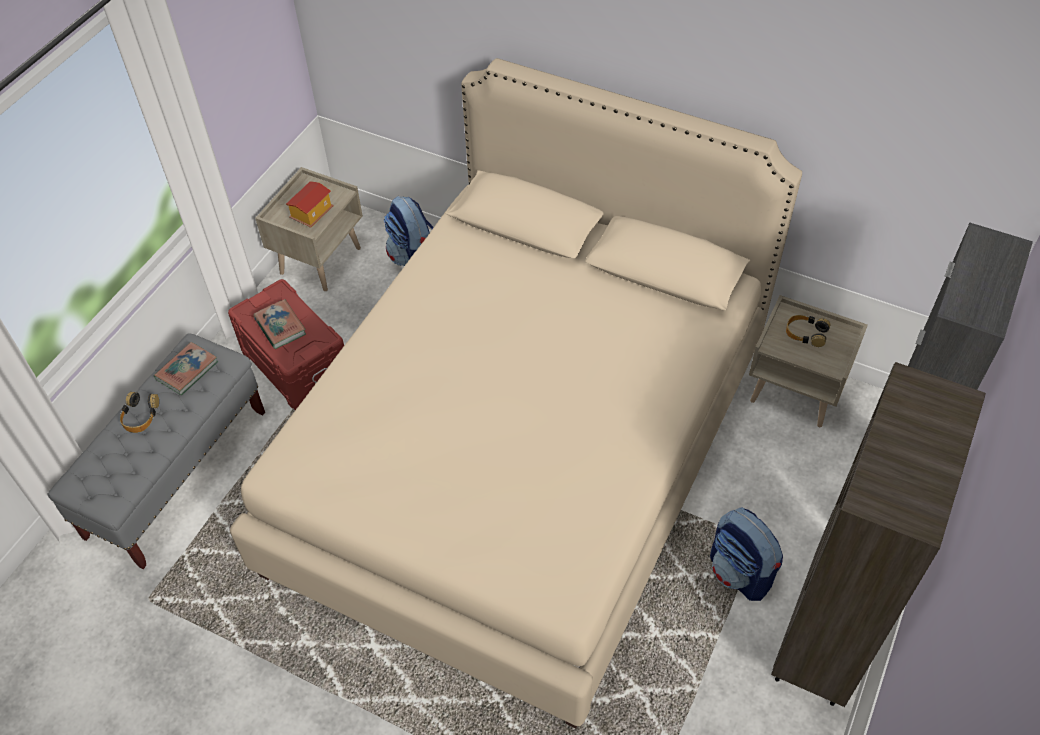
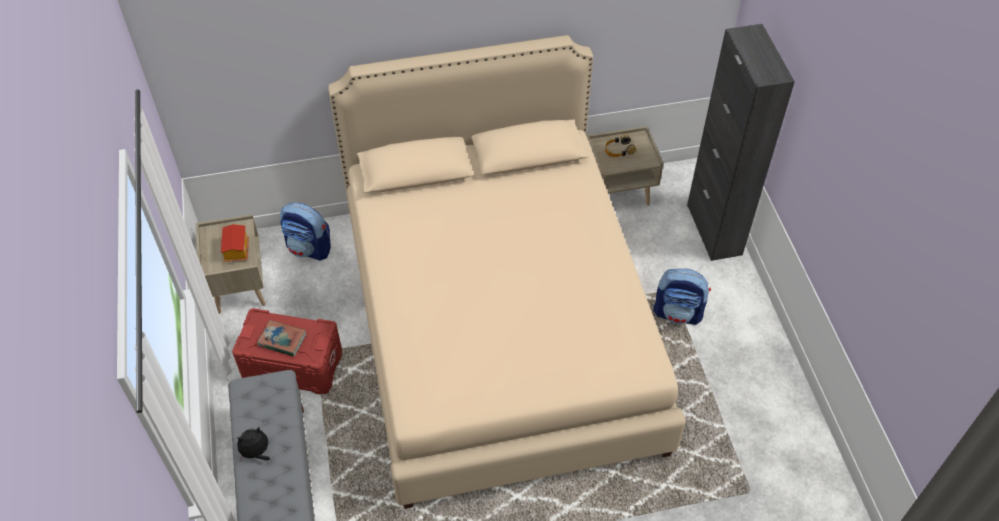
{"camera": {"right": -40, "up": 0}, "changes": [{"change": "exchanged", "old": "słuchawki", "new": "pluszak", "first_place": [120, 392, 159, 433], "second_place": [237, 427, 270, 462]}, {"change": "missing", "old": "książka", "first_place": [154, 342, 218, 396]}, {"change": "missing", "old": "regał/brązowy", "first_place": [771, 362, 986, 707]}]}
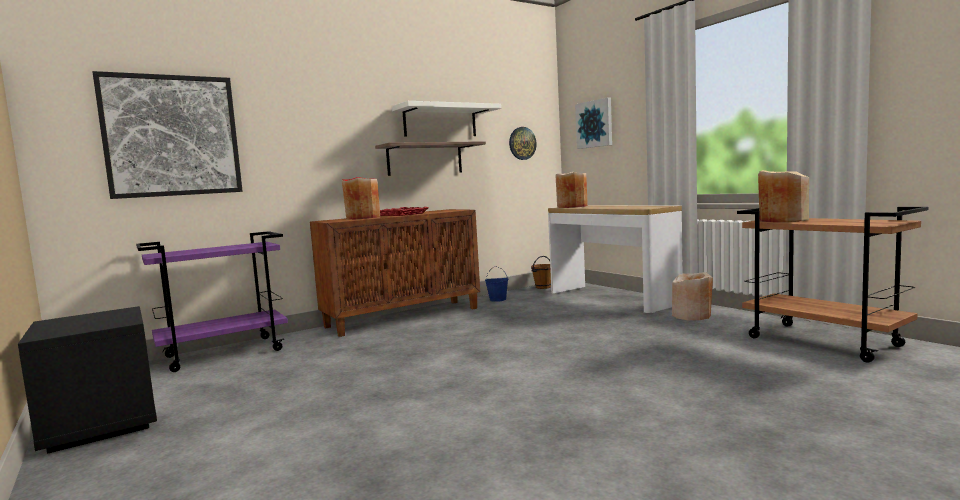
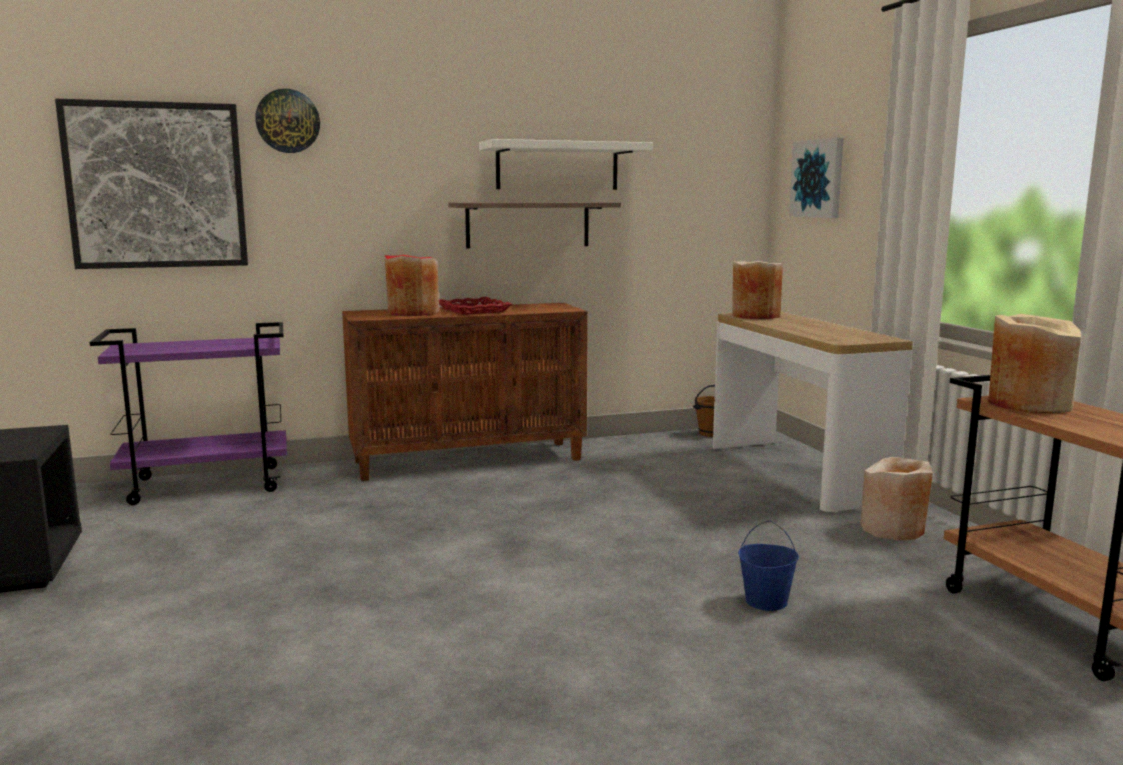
{"camera": {"right": 15, "up": 5}, "changes": [{"change": "relocated", "old": "wiadro/niebieski", "first_place": [485, 266, 508, 302], "second_place": [738, 520, 799, 611]}, {"change": "relocated", "old": "zegar ścienny", "first_place": [509, 127, 537, 160], "second_place": [255, 89, 320, 153]}]}
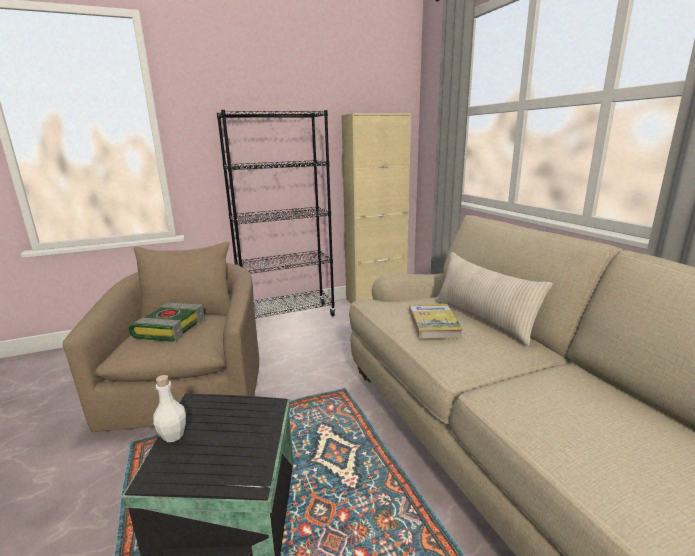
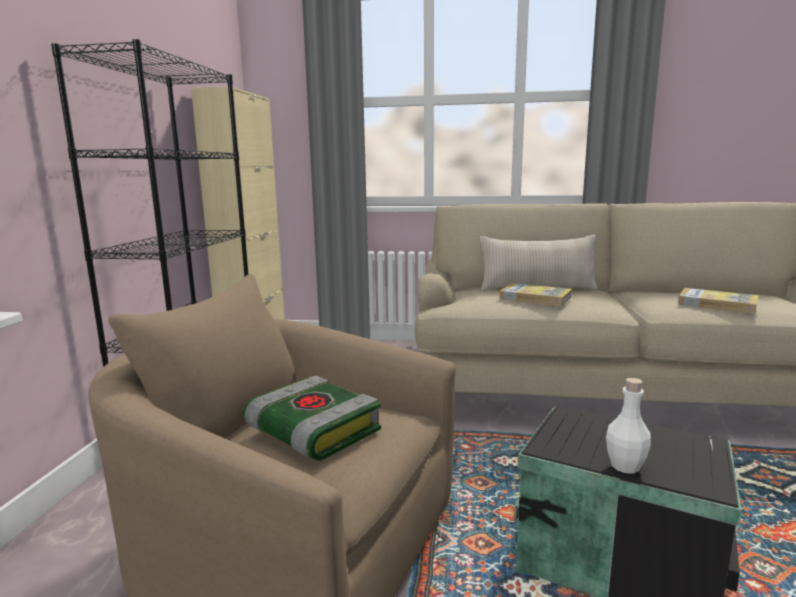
{"camera": {"right": -60, "up": -5}, "changes": [{"change": "appeared", "new": "książka", "second_place": [678, 288, 758, 314]}]}
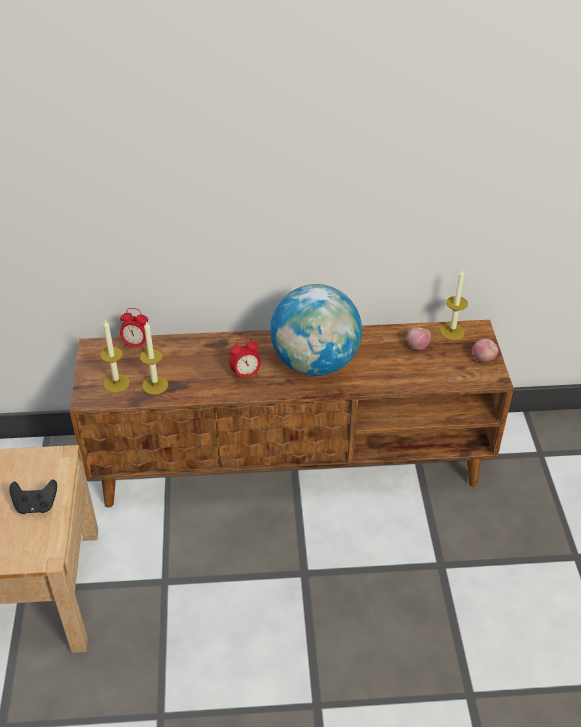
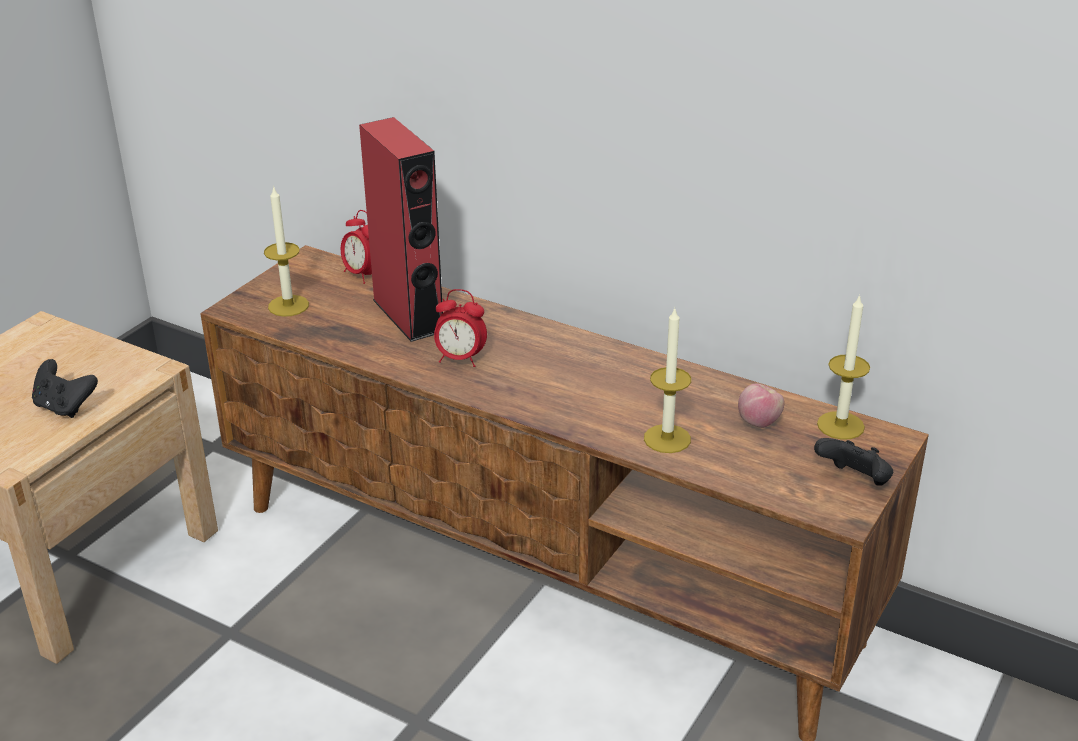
{"camera": {"right": 35, "up": -10}, "changes": [{"change": "relocated", "old": "świeca", "first_place": [140, 322, 168, 395], "second_place": [644, 308, 691, 453]}, {"change": "missing", "old": "globus", "first_place": [270, 284, 362, 376]}, {"change": "exchanged", "old": "jabłko", "new": "pad do gier/czarny", "first_place": [473, 339, 498, 362], "second_place": [814, 438, 893, 486]}, {"change": "appeared", "new": "głośnik/czerwony", "second_place": [359, 117, 443, 342]}]}
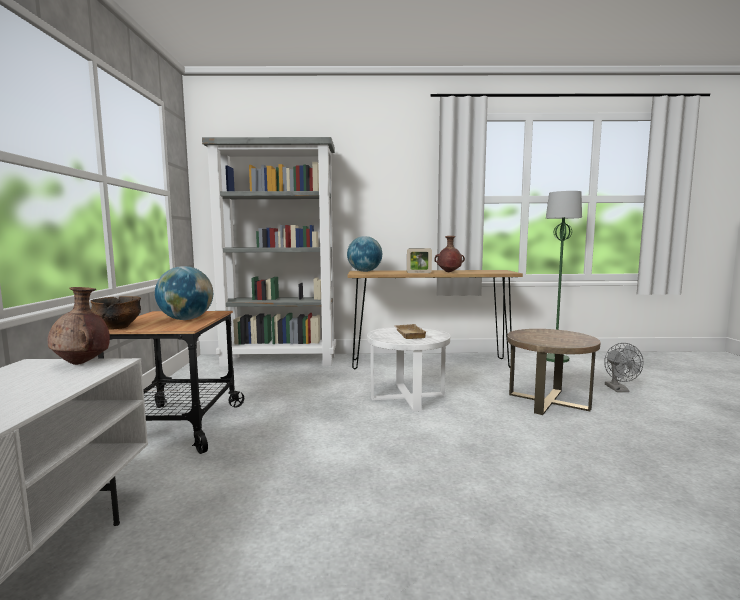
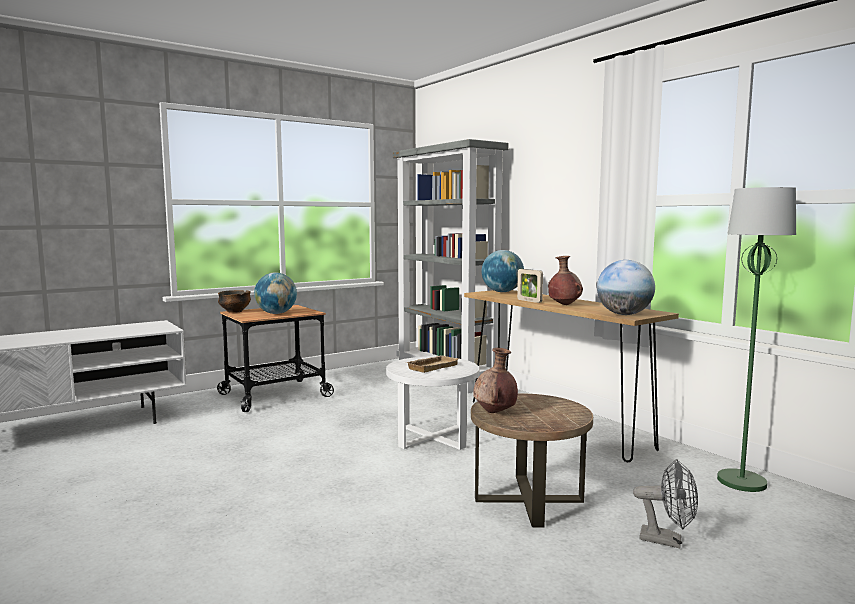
{"camera": {"right": 55, "up": 0}, "changes": [{"change": "relocated", "old": "wazon/brązowy", "first_place": [48, 287, 110, 365], "second_place": [473, 348, 518, 413]}, {"change": "spun", "old": "wentylator/szary", "first_place": [604, 343, 644, 392], "second_place": [633, 459, 698, 548], "degrees": -120}, {"change": "appeared", "new": "globus", "second_place": [597, 260, 655, 315]}]}
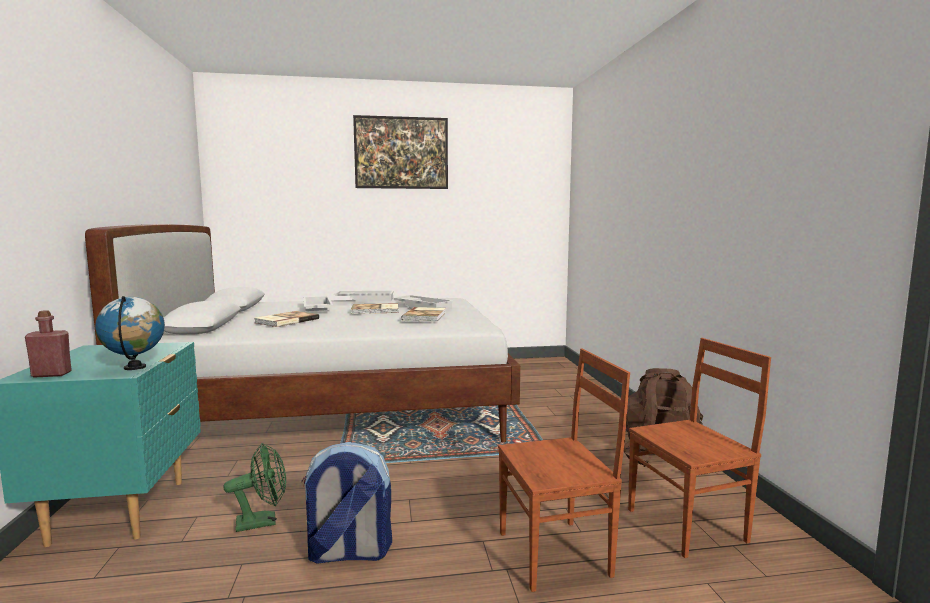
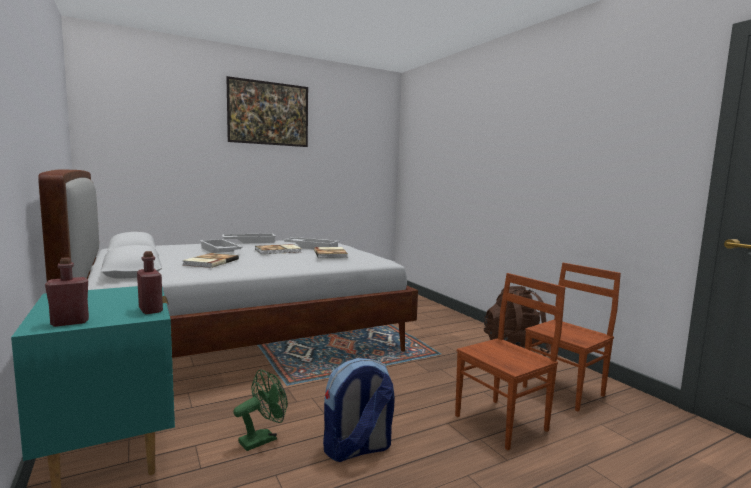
{"camera": {"right": -20, "up": 0}, "changes": [{"change": "exchanged", "old": "globus", "new": "butelka/czerwony", "first_place": [95, 296, 165, 370], "second_place": [137, 251, 163, 314]}]}
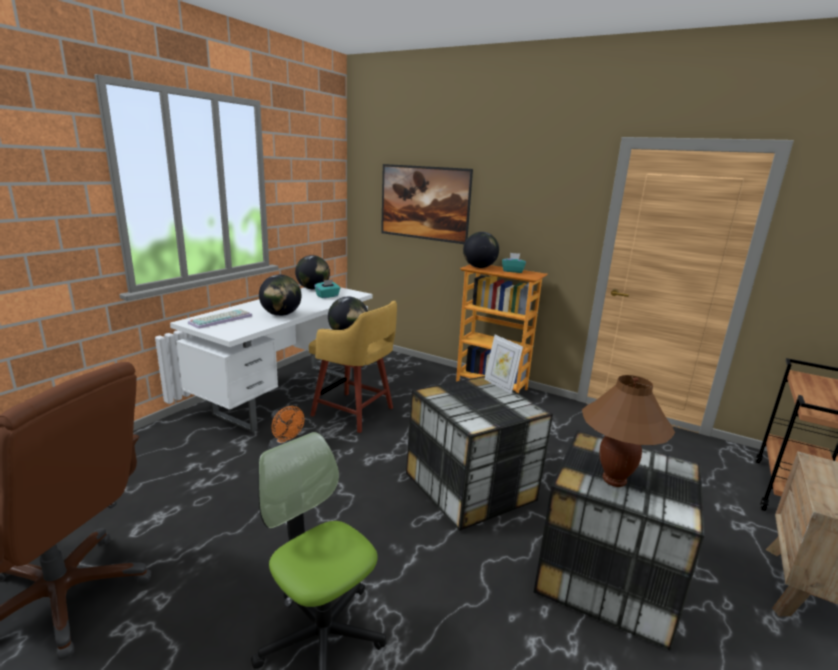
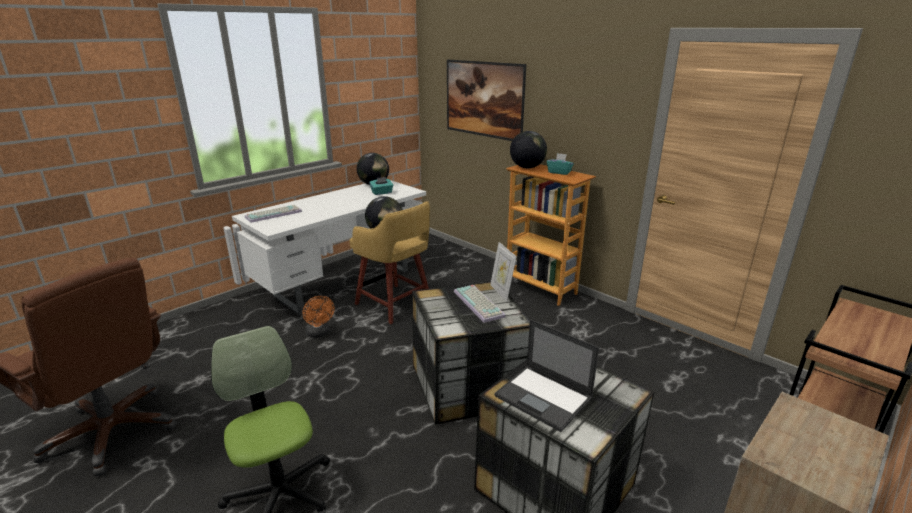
{"camera": {"right": 15, "up": 5}, "changes": [{"change": "missing", "old": "globus", "first_place": [259, 275, 301, 316]}, {"change": "exchanged", "old": "lampa stołowa/brązowy", "new": "laptop", "first_place": [582, 375, 675, 487], "second_place": [494, 319, 599, 432]}, {"change": "appeared", "new": "klawiatura", "second_place": [454, 285, 506, 323]}]}
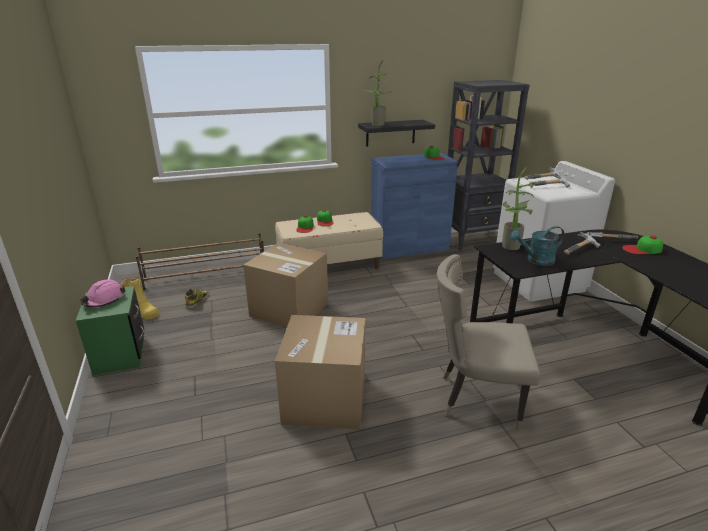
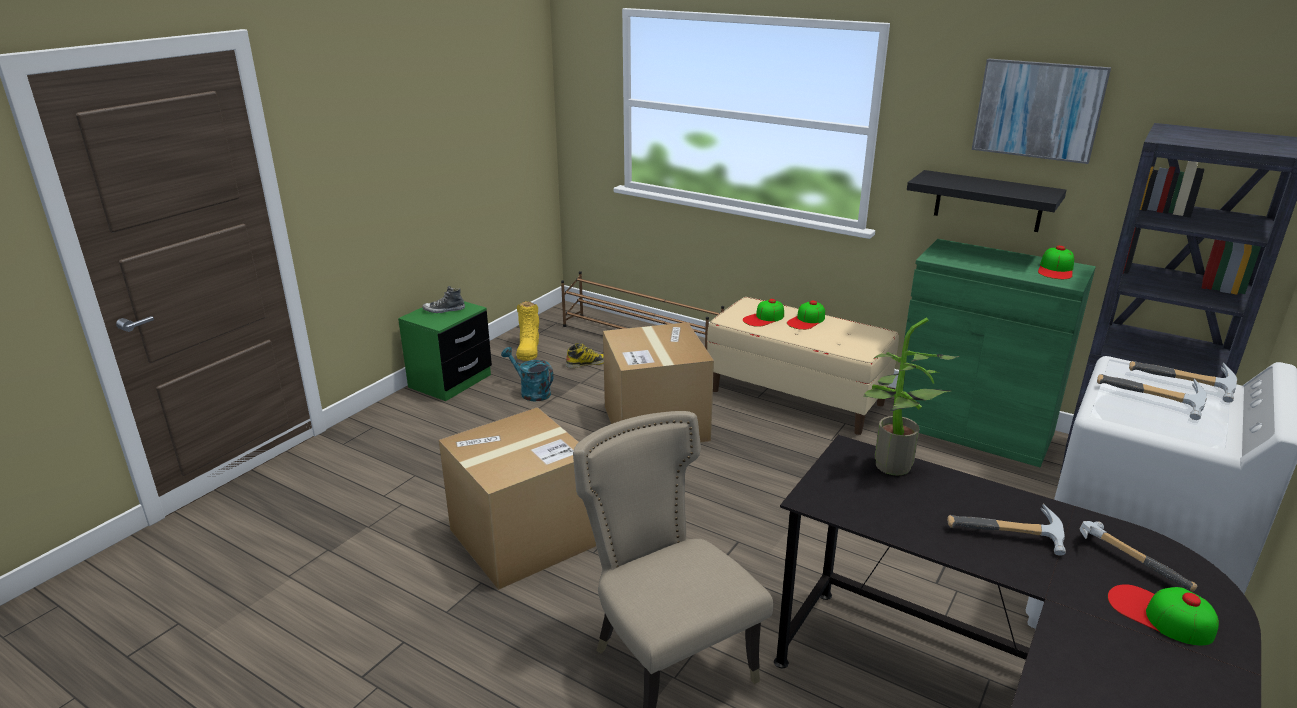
{"camera": {"right": 50, "up": 0}, "changes": [{"change": "exchanged", "old": "kask/różowy", "new": "but", "first_place": [80, 280, 126, 307], "second_place": [422, 286, 465, 313]}, {"change": "missing", "old": "roślina doniczkowa", "first_place": [365, 60, 392, 126]}, {"change": "colour", "old": "szafka/niebieski", "new": "szafka/zielony", "first_place": [371, 153, 458, 259], "second_place": [902, 239, 1096, 468]}, {"change": "relocated", "old": "konewka/turkusowy", "first_place": [510, 226, 564, 266], "second_place": [501, 347, 554, 401]}, {"change": "appeared", "new": "obraz", "second_place": [972, 59, 1111, 164]}]}
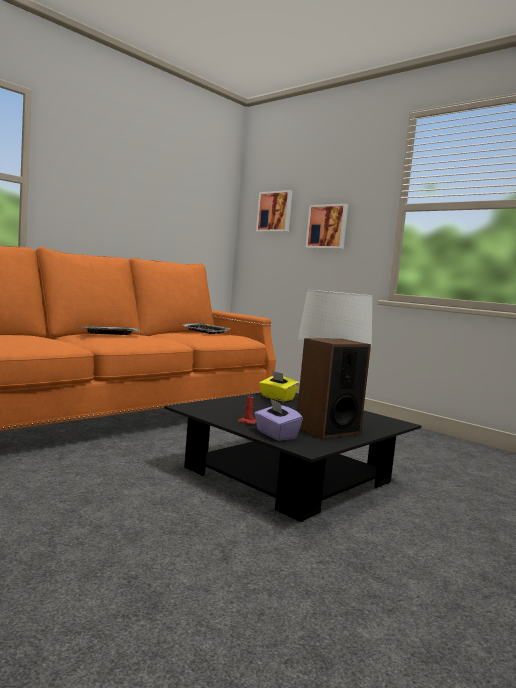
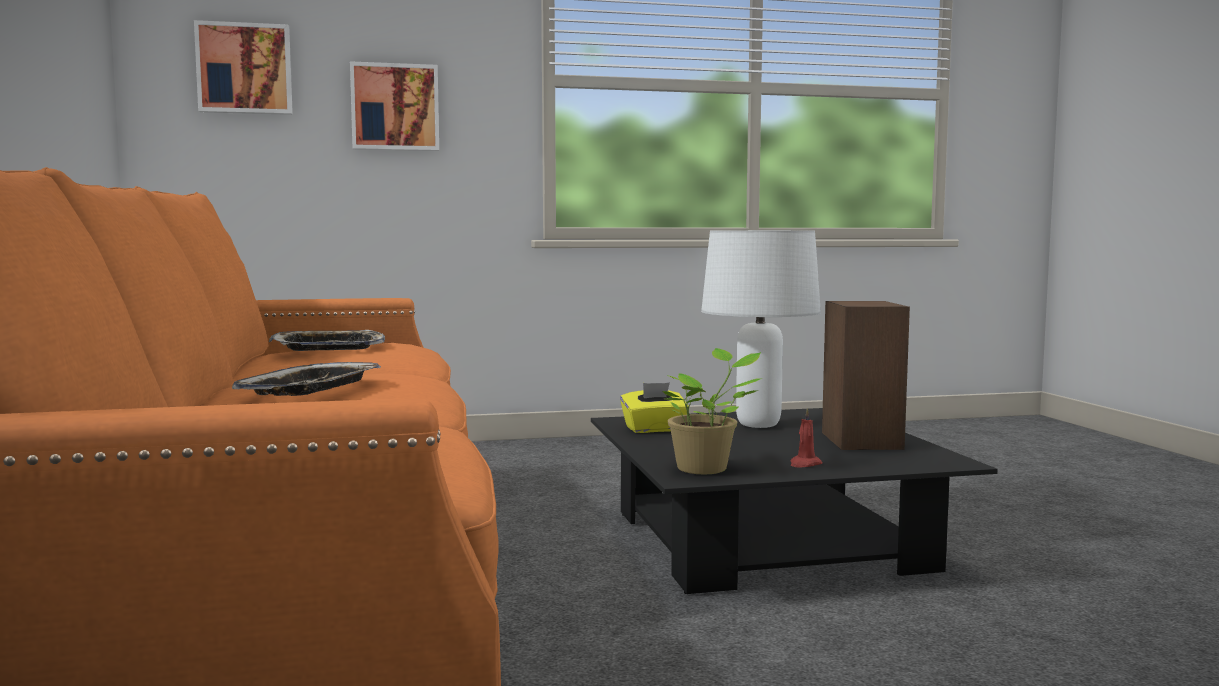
{"camera": {"right": -55, "up": 0}, "changes": [{"change": "missing", "old": "pudełko chusteczek/fioletowy", "first_place": [254, 398, 303, 441]}, {"change": "appeared", "new": "roślina doniczkowa", "second_place": [663, 348, 763, 474]}]}
